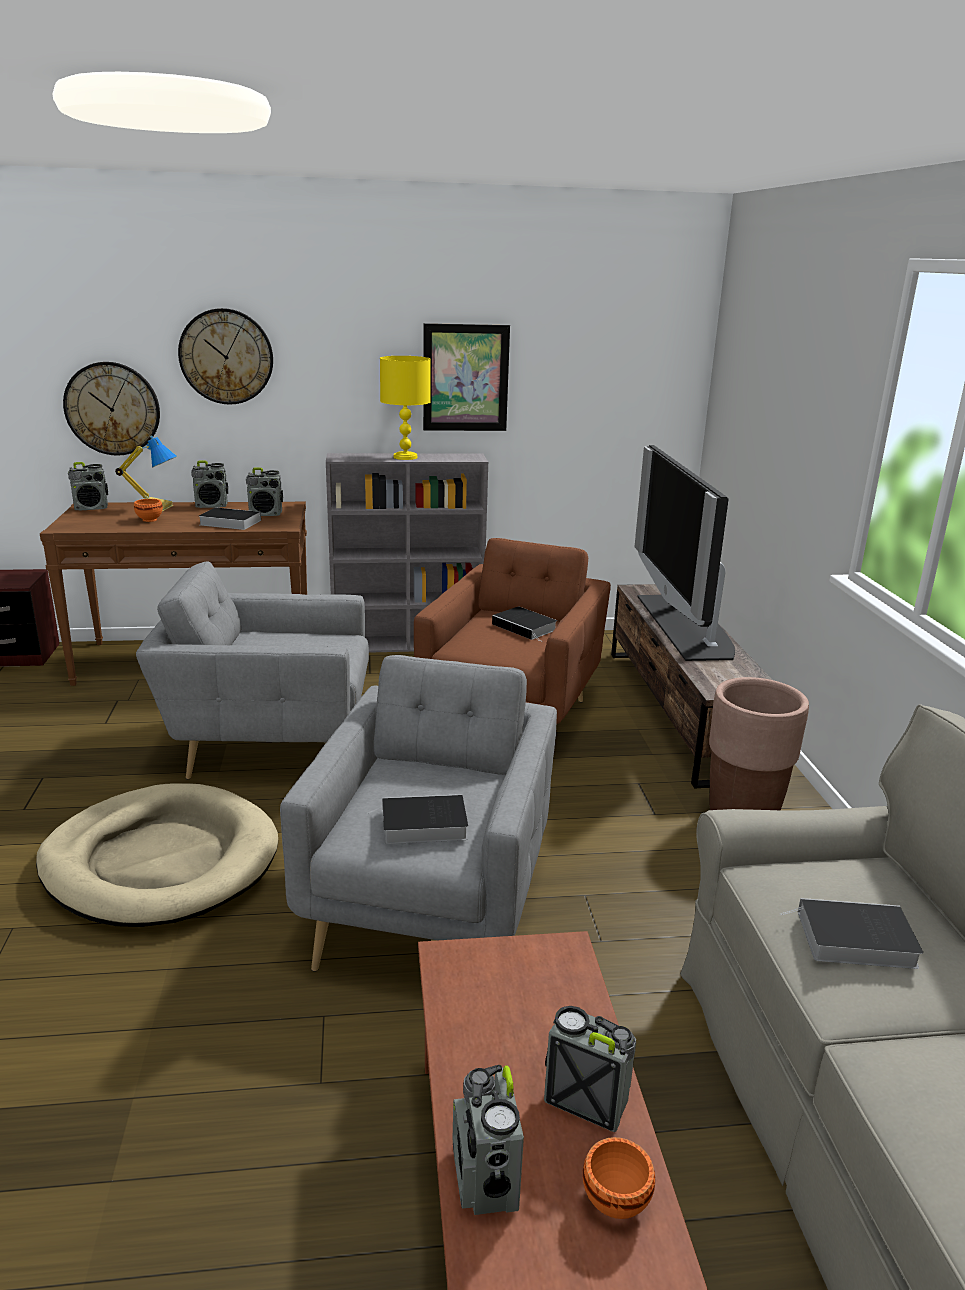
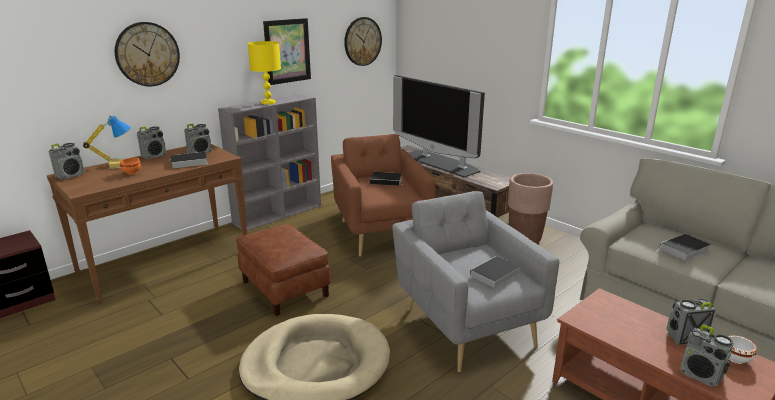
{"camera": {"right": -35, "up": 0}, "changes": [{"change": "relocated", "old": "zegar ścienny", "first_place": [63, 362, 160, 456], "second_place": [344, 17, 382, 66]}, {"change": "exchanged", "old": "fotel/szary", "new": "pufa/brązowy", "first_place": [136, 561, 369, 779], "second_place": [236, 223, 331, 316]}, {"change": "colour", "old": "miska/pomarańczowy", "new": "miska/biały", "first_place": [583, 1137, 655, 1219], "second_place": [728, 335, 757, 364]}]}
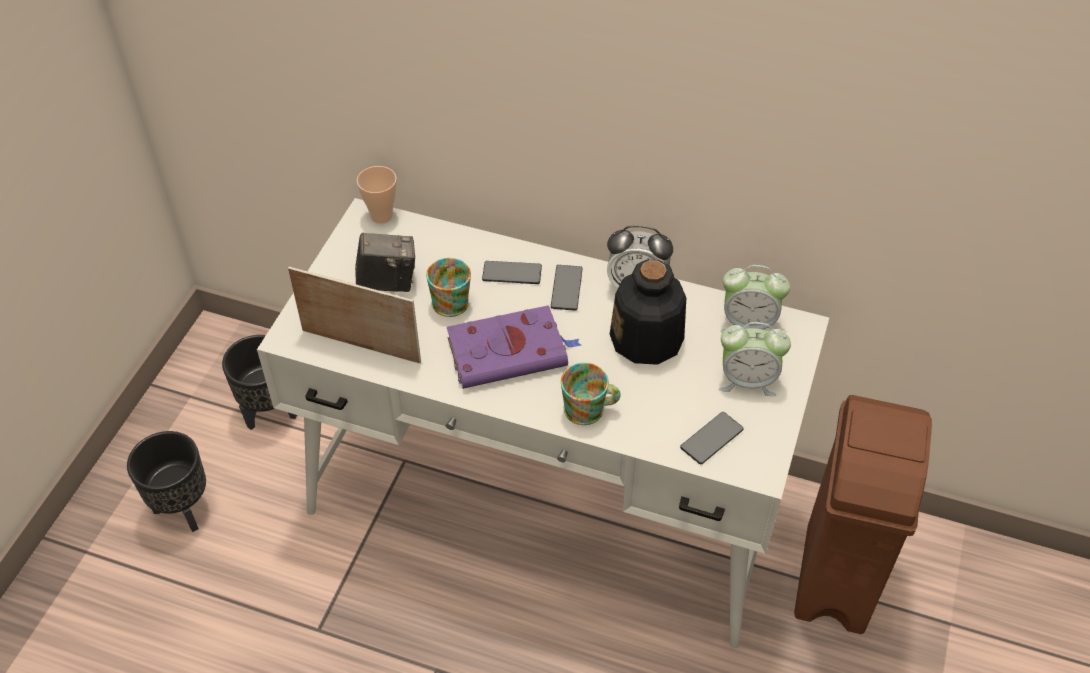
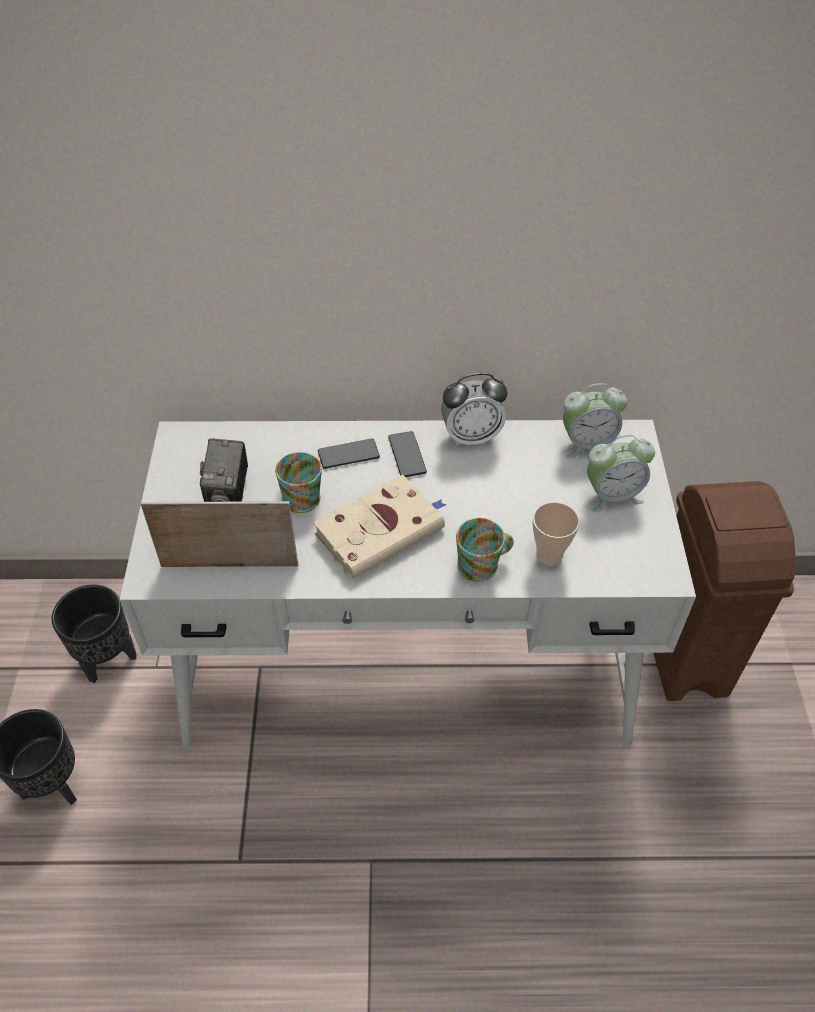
{"camera": {"right": -20, "up": 0}, "changes": [{"change": "spun", "old": "aparat fotograficzny", "first_place": [355, 233, 415, 292], "second_place": [200, 438, 248, 502], "degrees": 120}, {"change": "relocated", "old": "filiżanka", "first_place": [357, 166, 397, 224], "second_place": [533, 502, 580, 566]}, {"change": "colour", "old": "książka/fioletowy", "new": "książka/beżowy", "first_place": [447, 305, 581, 389], "second_place": [313, 475, 447, 579]}, {"change": "missing", "old": "butelka", "first_place": [610, 259, 686, 365]}, {"change": "missing", "old": "telefon", "first_place": [680, 412, 744, 464]}]}
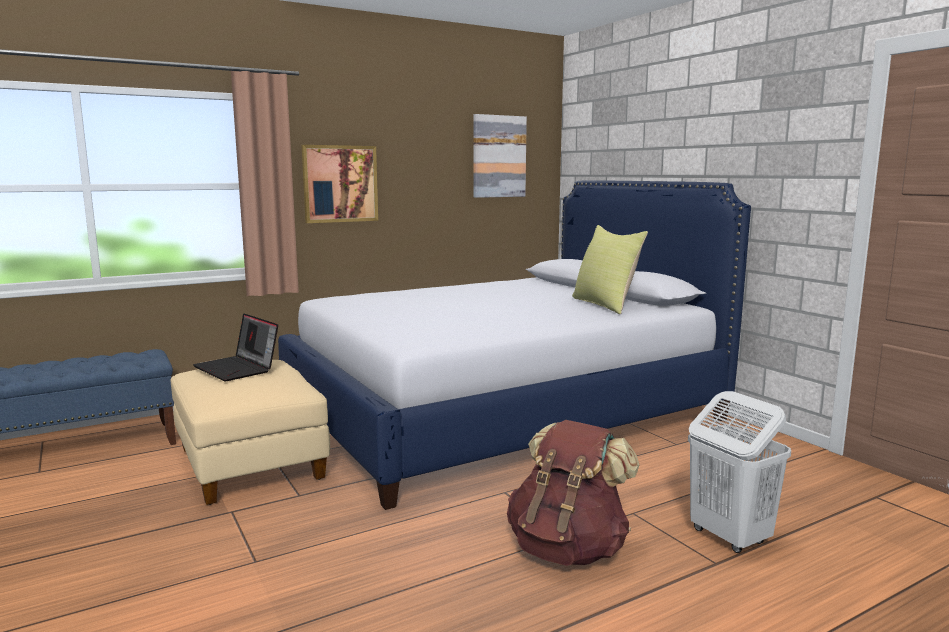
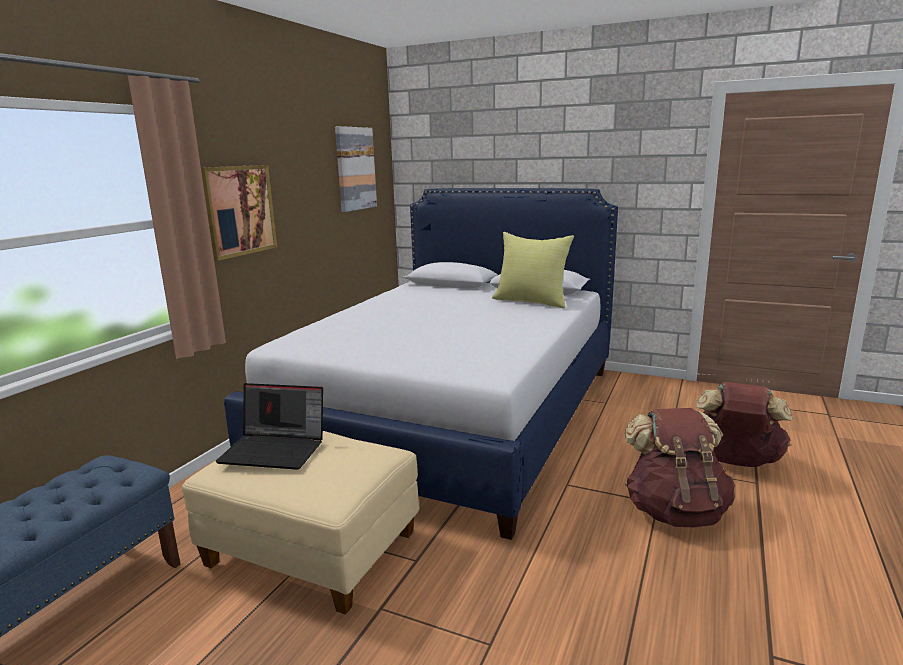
{"camera": {"right": -35, "up": 5}, "changes": [{"change": "exchanged", "old": "kosz na pranie/biały", "new": "plecak/brązowy", "first_place": [688, 391, 791, 553], "second_place": [696, 382, 793, 467]}]}
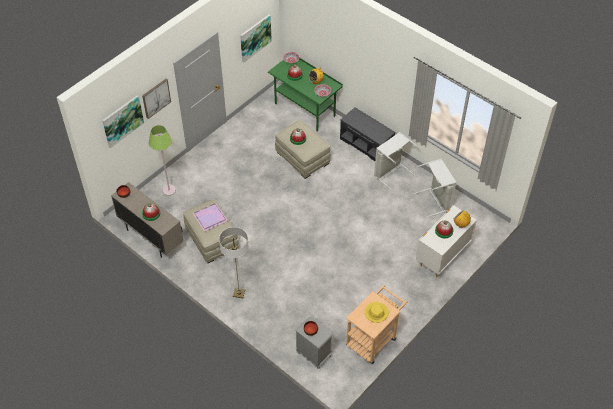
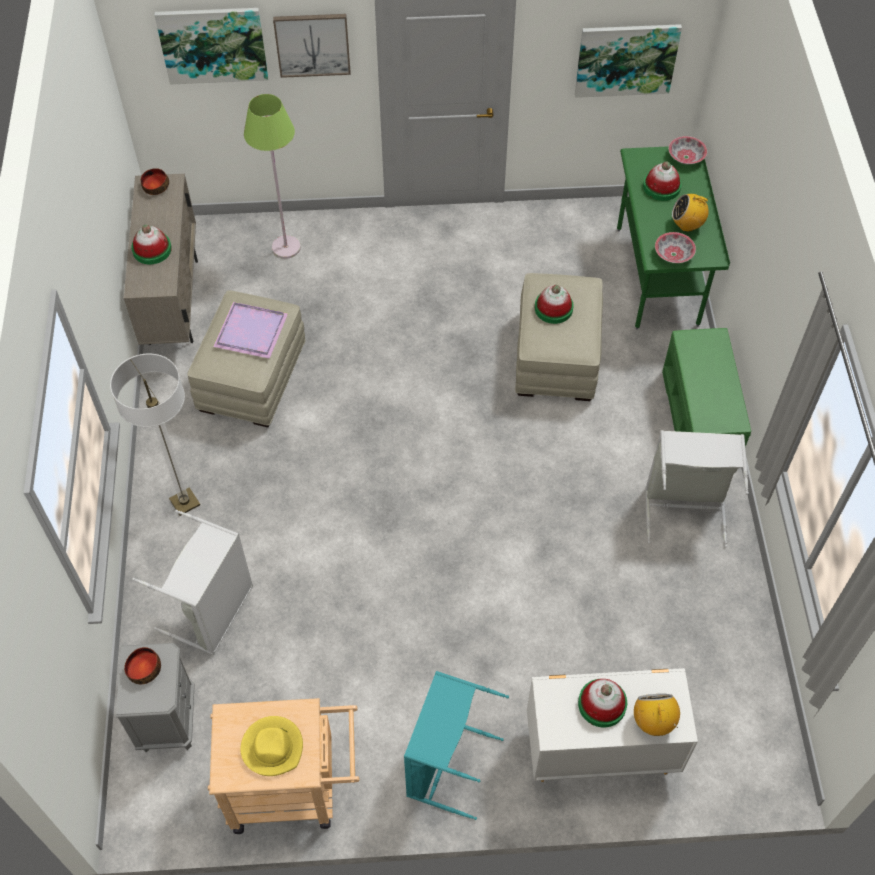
{"camera": {"right": 45, "up": 5}, "changes": [{"change": "colour", "old": "ławka/szary", "new": "ławka/zielony", "first_place": [340, 107, 395, 161], "second_place": [662, 328, 751, 447]}, {"change": "relocated", "old": "kosz na pranie/szary", "first_place": [413, 158, 457, 217], "second_place": [132, 510, 253, 655]}, {"change": "appeared", "new": "kosz na pranie/turkusowy", "second_place": [404, 671, 509, 820]}]}
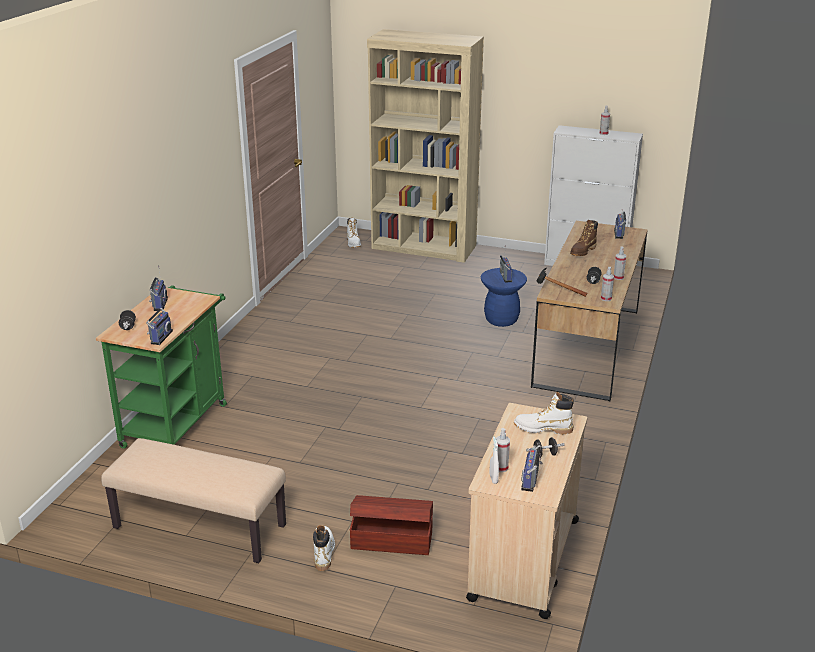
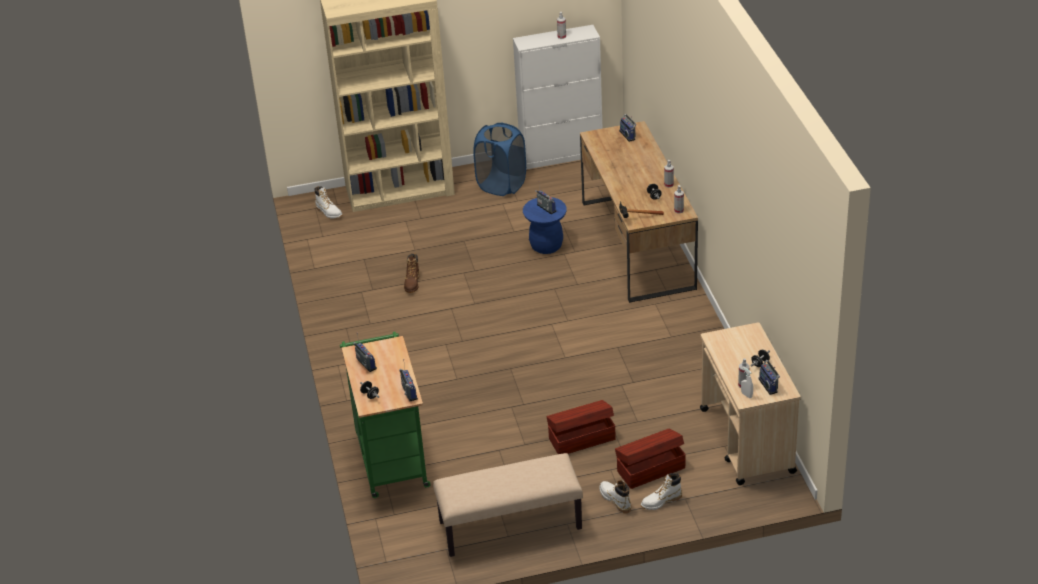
{"camera": {"right": -30, "up": 10}, "changes": [{"change": "relocated", "old": "but z cholewką/biały", "first_place": [514, 392, 574, 435], "second_place": [641, 473, 682, 510]}, {"change": "relocated", "old": "but z cholewką/brązowy", "first_place": [570, 220, 598, 256], "second_place": [404, 253, 420, 293]}, {"change": "appeared", "new": "kosz na pranie/niebieski", "second_place": [473, 122, 526, 196]}, {"change": "appeared", "new": "pojemnik do przechowywania/brązowy", "second_place": [547, 400, 615, 454]}]}
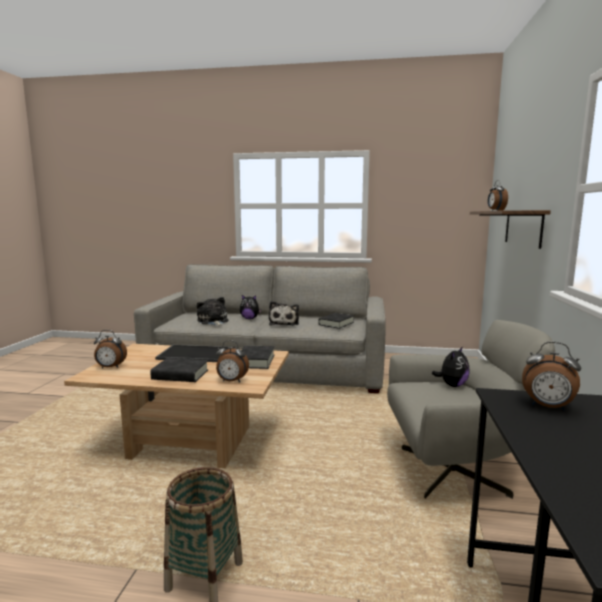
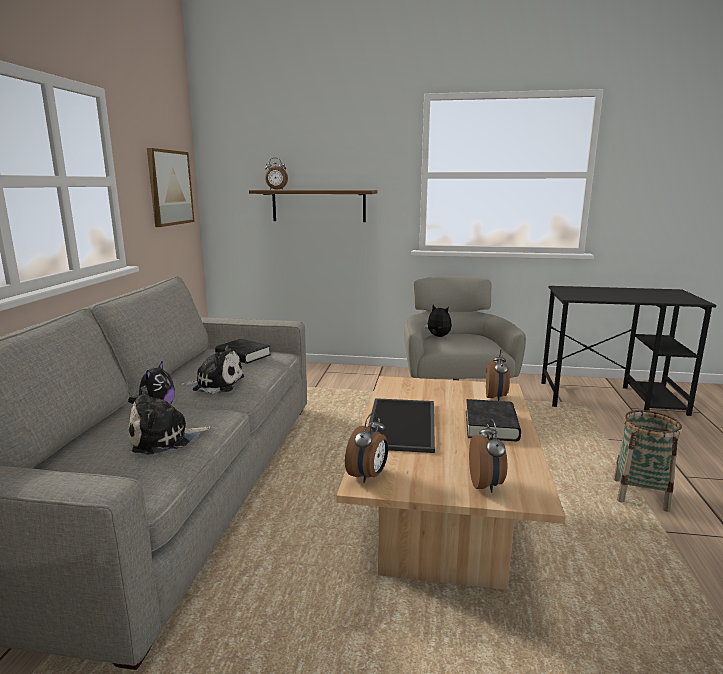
{"camera": {"right": -90, "up": 5}, "changes": [{"change": "missing", "old": "książka/czarny", "first_place": [242, 345, 274, 369]}, {"change": "relocated", "old": "budzik", "first_place": [522, 342, 581, 411], "second_place": [345, 412, 388, 483]}, {"change": "appeared", "new": "obraz", "second_place": [147, 148, 194, 227]}]}
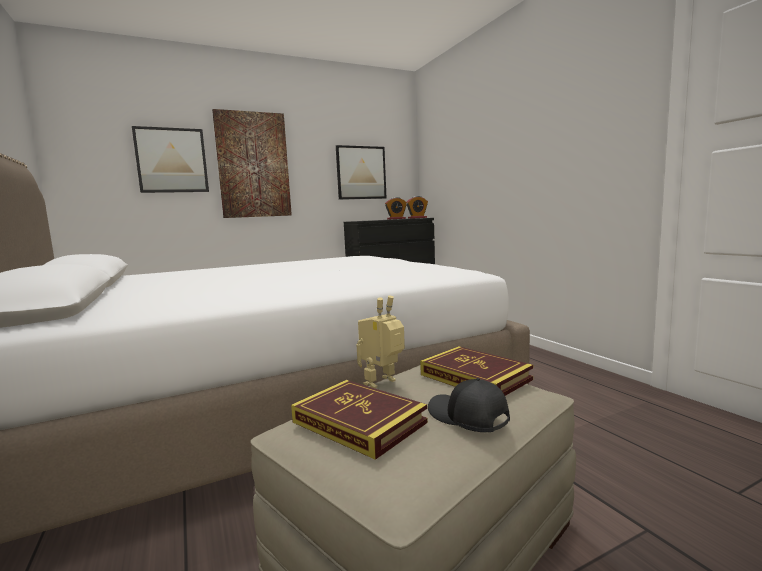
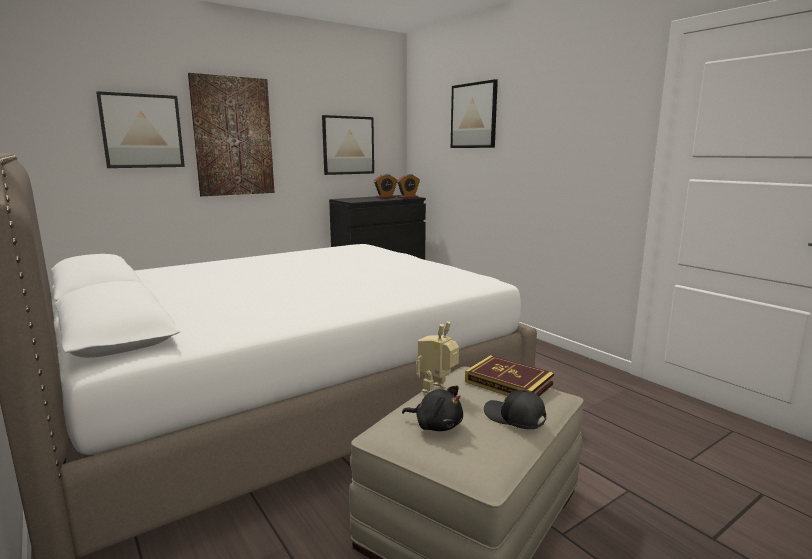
{"camera": {"right": -10, "up": 5}, "changes": [{"change": "exchanged", "old": "książka", "new": "pluszak/czarny", "first_place": [291, 380, 428, 460], "second_place": [402, 386, 463, 431]}, {"change": "appeared", "new": "obraz", "second_place": [451, 79, 498, 148]}]}
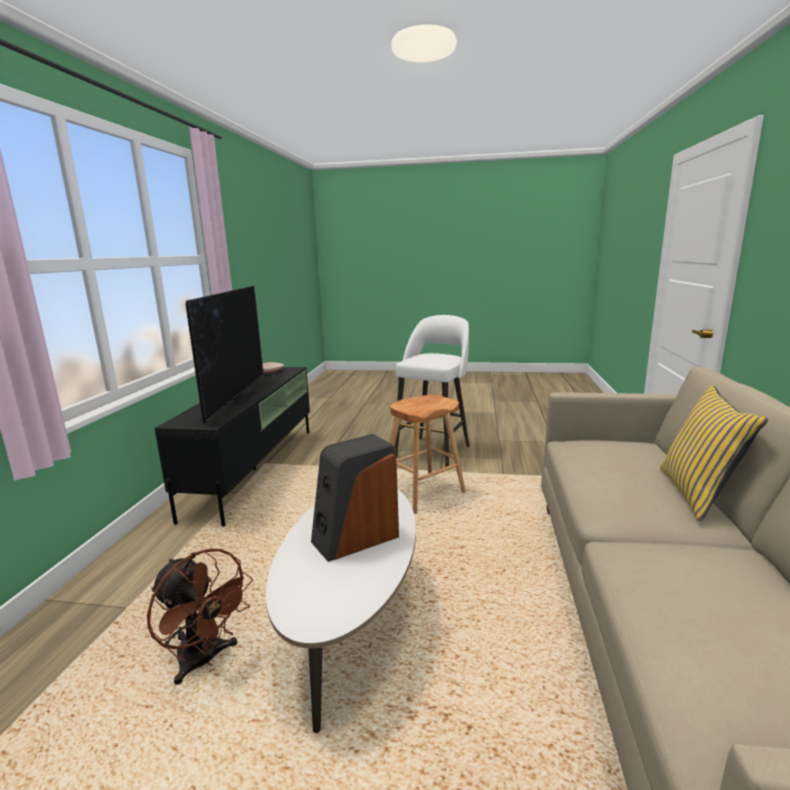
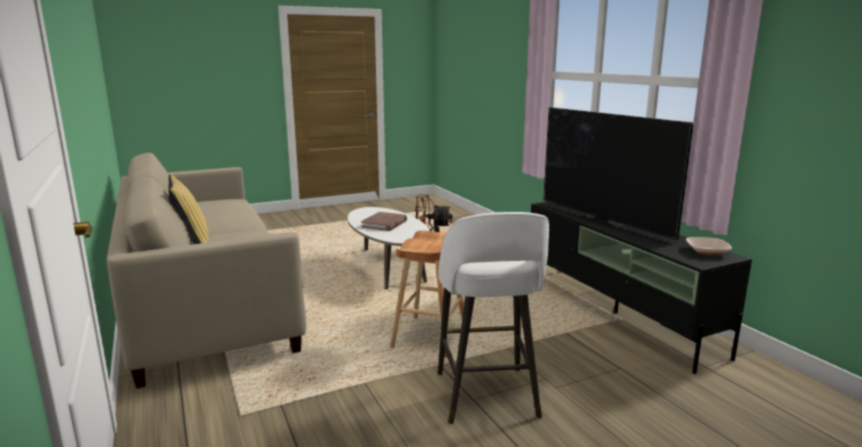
{"camera": {"right": 145, "up": 0}, "changes": [{"change": "exchanged", "old": "głośnik", "new": "książka/brązowy", "first_place": [311, 434, 399, 562], "second_place": [361, 212, 407, 231]}]}
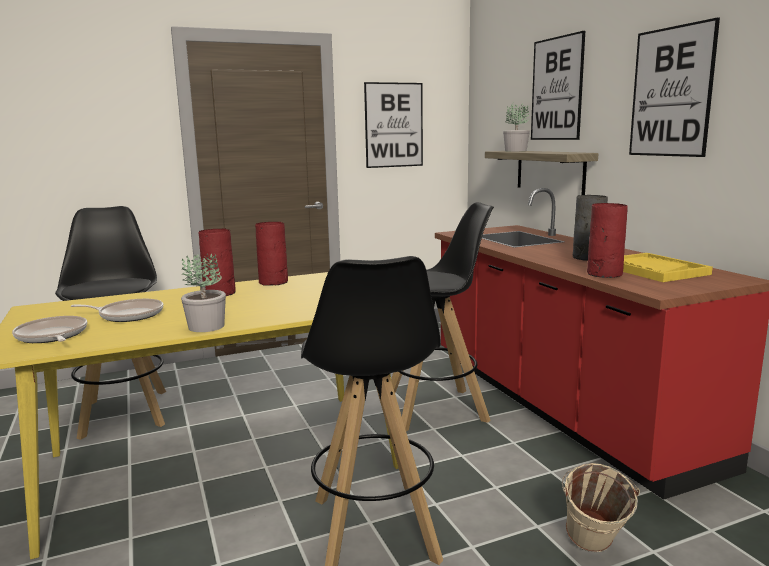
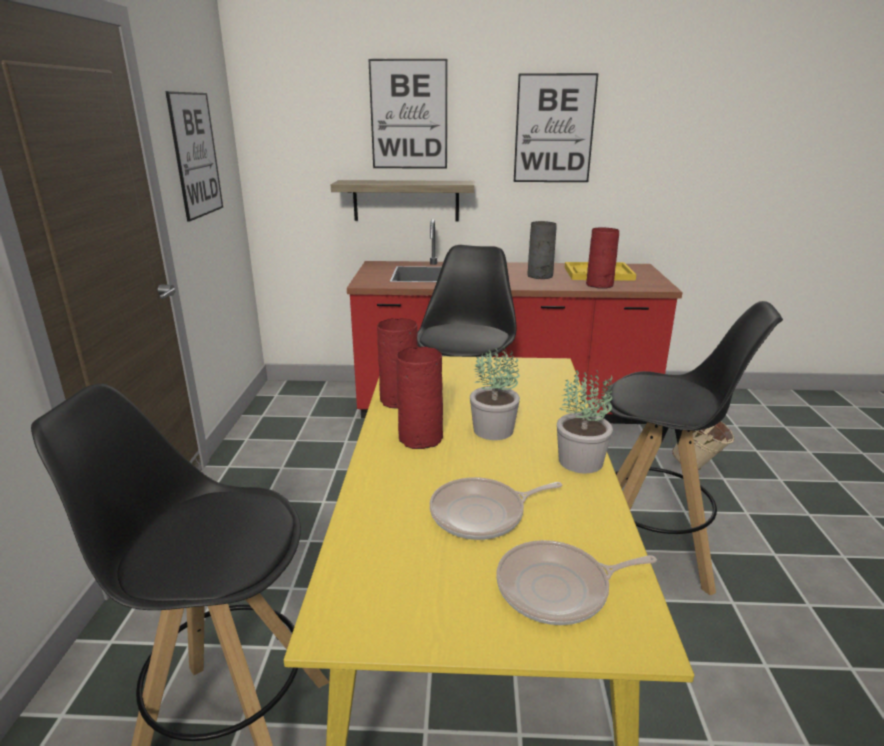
{"camera": {"right": -65, "up": 10}, "changes": [{"change": "spun", "old": "patelnia", "first_place": [71, 299, 163, 322], "second_place": [430, 477, 562, 540], "degrees": -135}, {"change": "relocated", "old": "roślina doniczkowa", "first_place": [503, 102, 530, 151], "second_place": [470, 346, 520, 440]}]}
